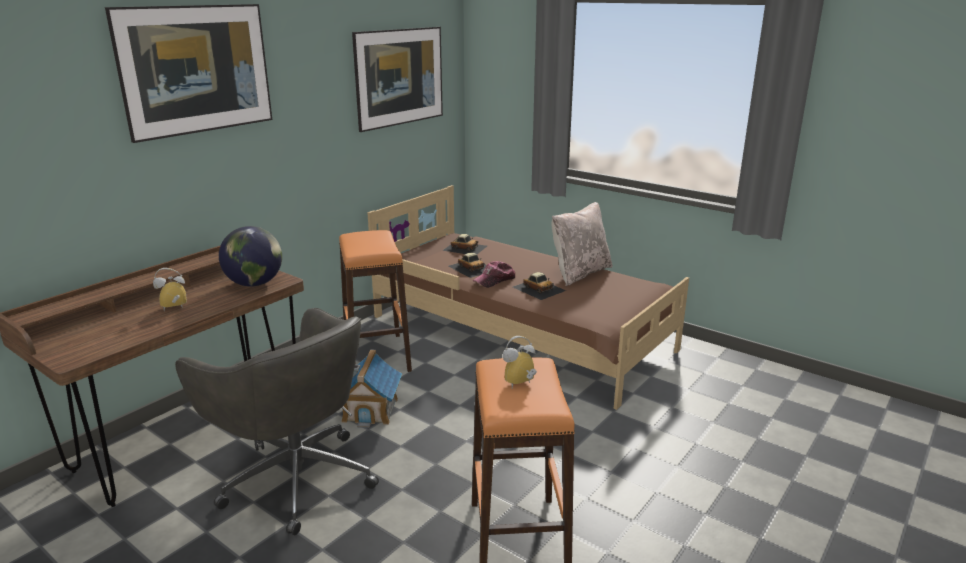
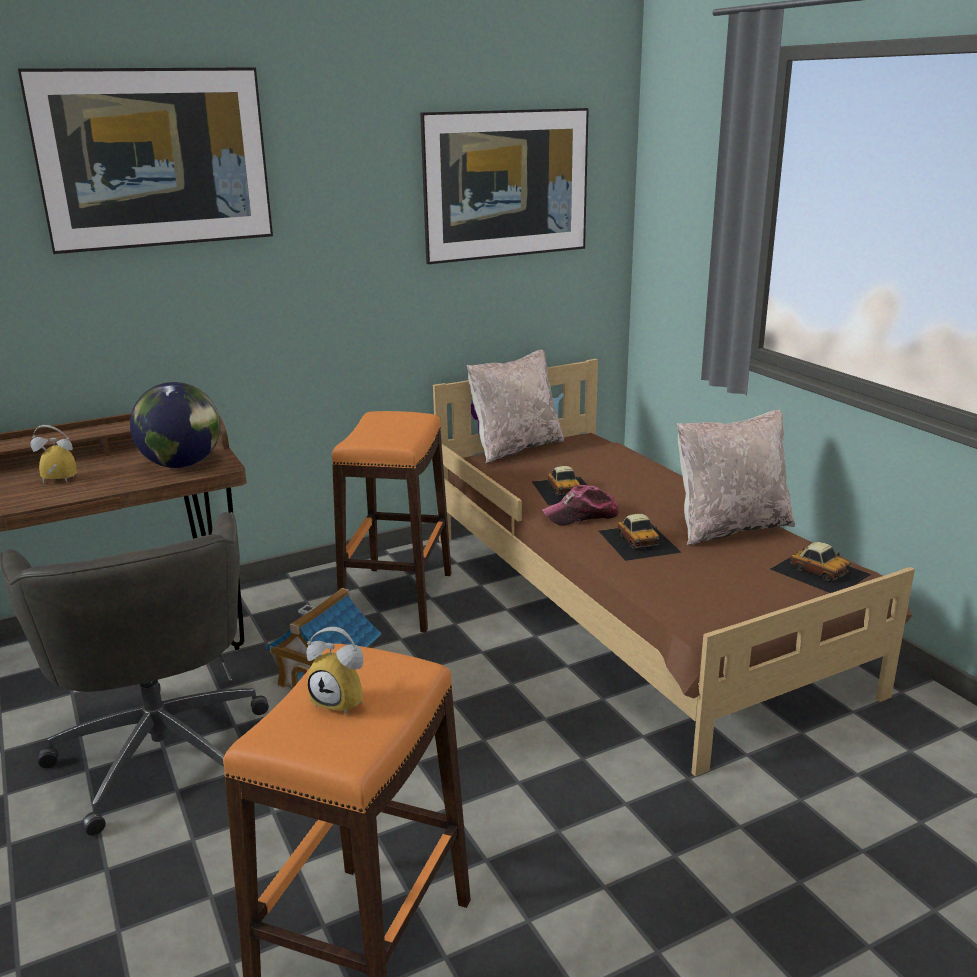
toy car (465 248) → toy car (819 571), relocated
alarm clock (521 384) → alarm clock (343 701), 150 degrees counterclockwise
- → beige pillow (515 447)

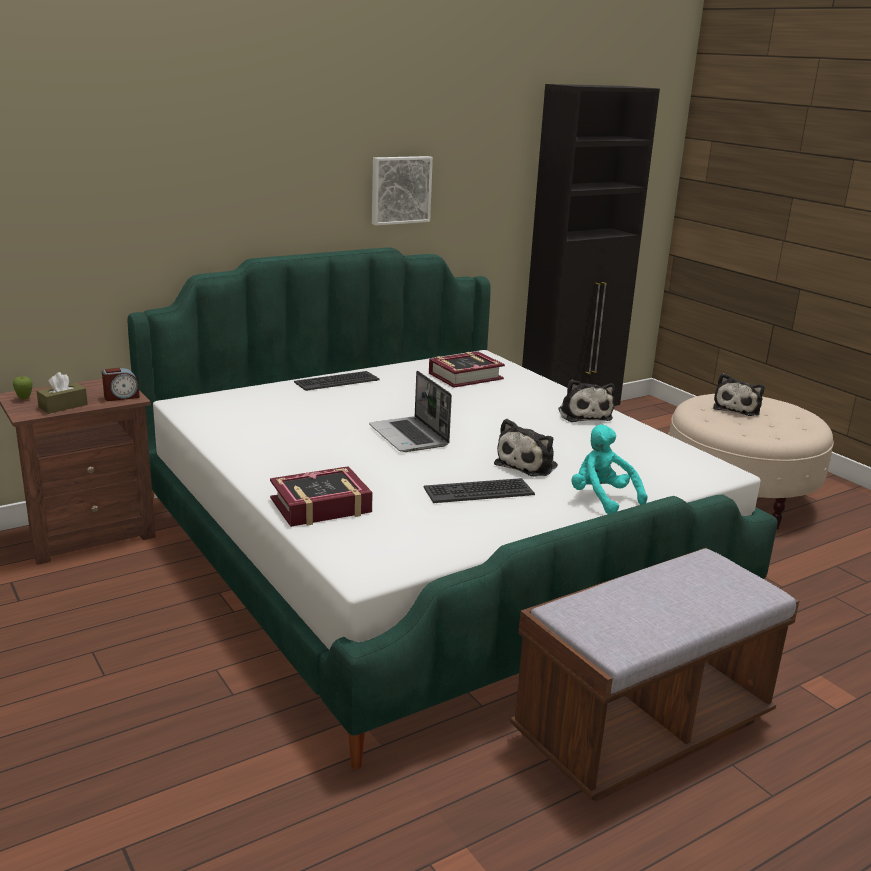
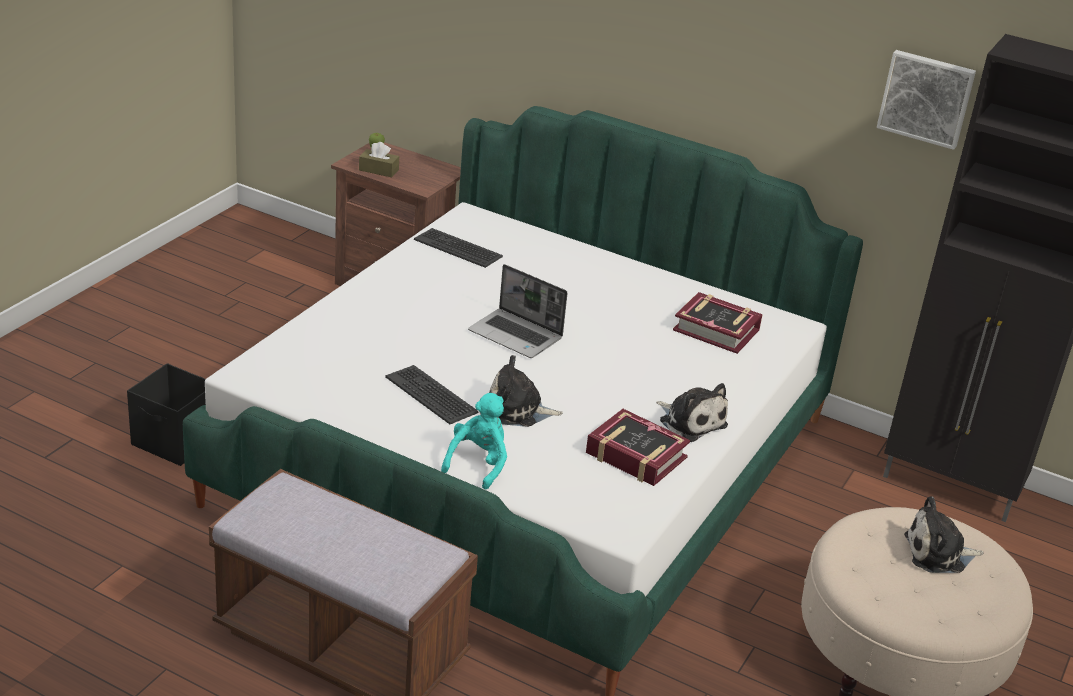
alarm clock (121 396) → -
book (321 506) → book (635 456), relocated
keyboard (336 381) → keyboard (458 248), relocated
laptop (410 436) → laptop (516 335), 90 degrees counterclockwise
picture (400 190) → picture (926 98), relocated
plush toy (584 414) → plush toy (690 422), 90 degrees counterclockwise
- → black storage box (175 442)

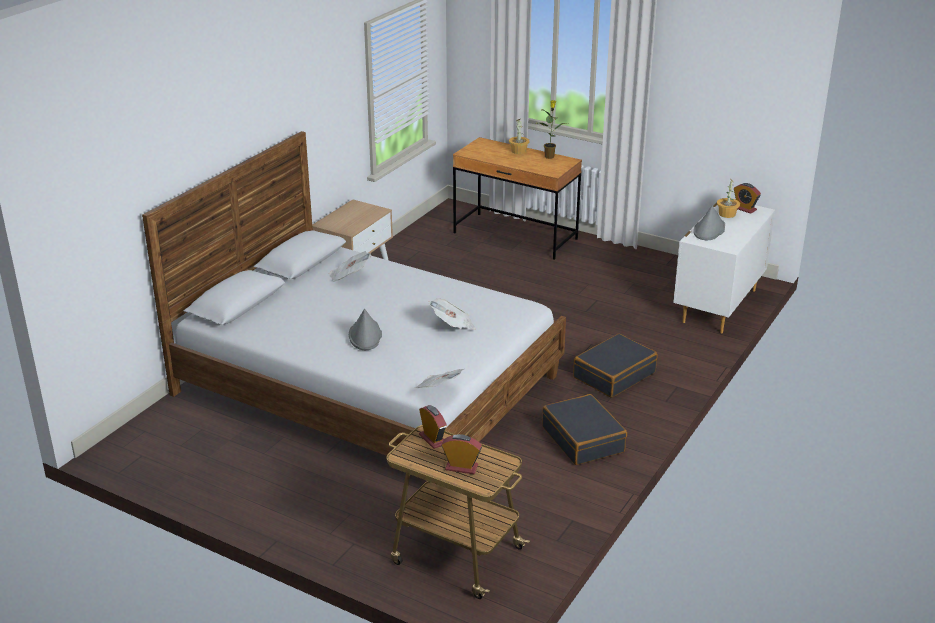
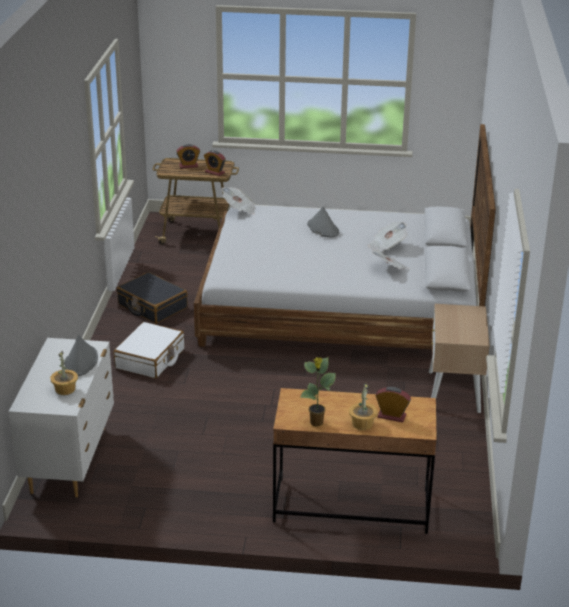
newspaper (453 325) → newspaper (387 246), relocated
black suitcase (614 375) → white suitcase (150 359)
alarm clock (744 209) → alarm clock (391 416), relocated

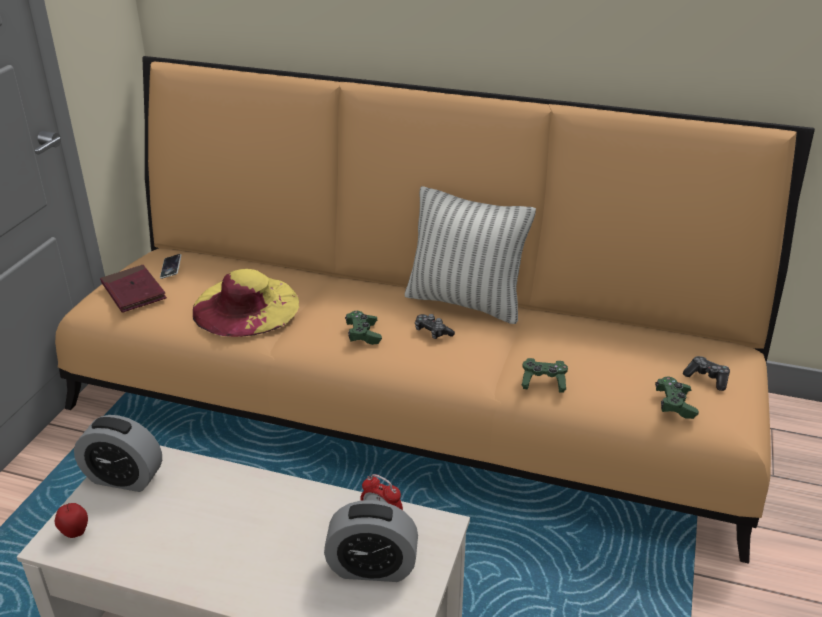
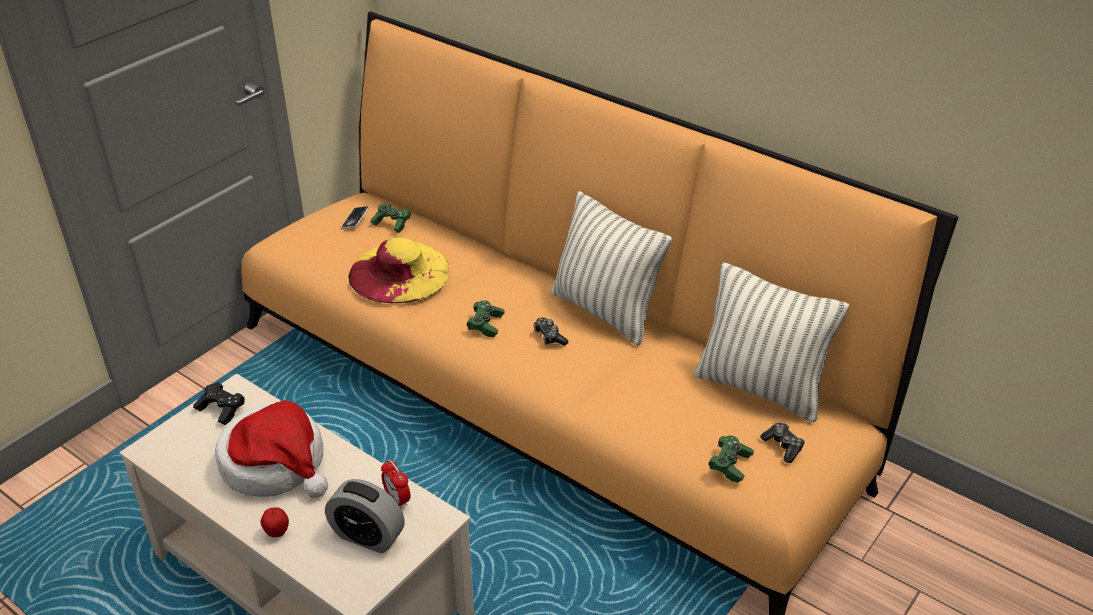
apple (75 533) → apple (277 533), relocated
alarm clock (124 478) → black game controller (221 409)
red book (133 292) → -
green game controller (543 382) → green game controller (392 223), relocated
- → hat (276 464)
- → pillow (760 388)

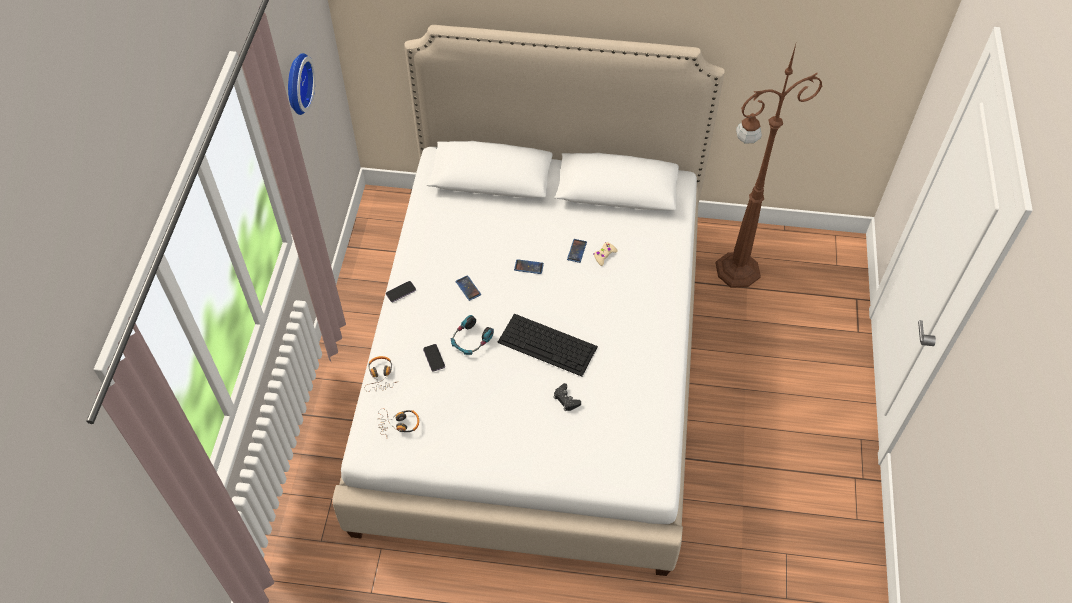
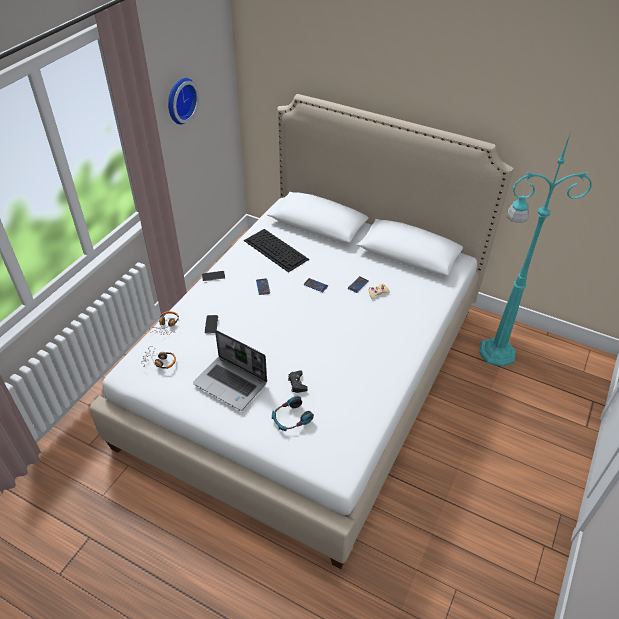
headphones (471 340) → headphones (291 418), relocated
keyboard (548 344) → keyboard (276 250), relocated
brown floor lamp (735 271) → turquoise floor lamp (495 352)
- → laptop (231 383)

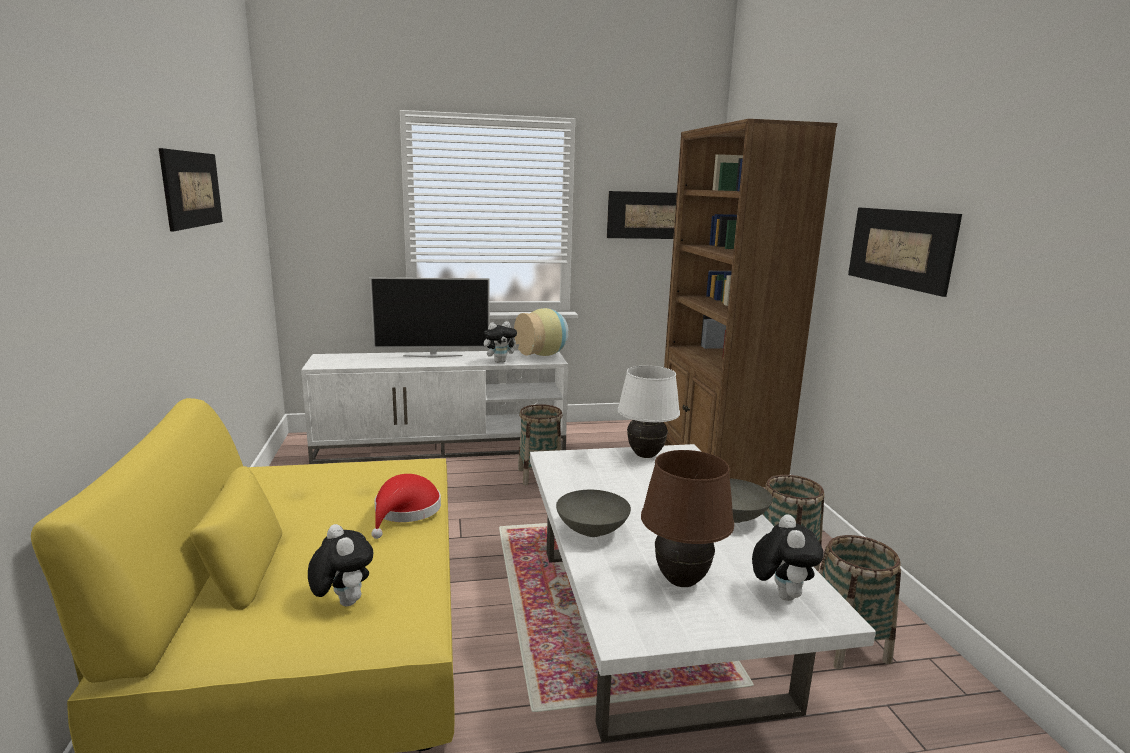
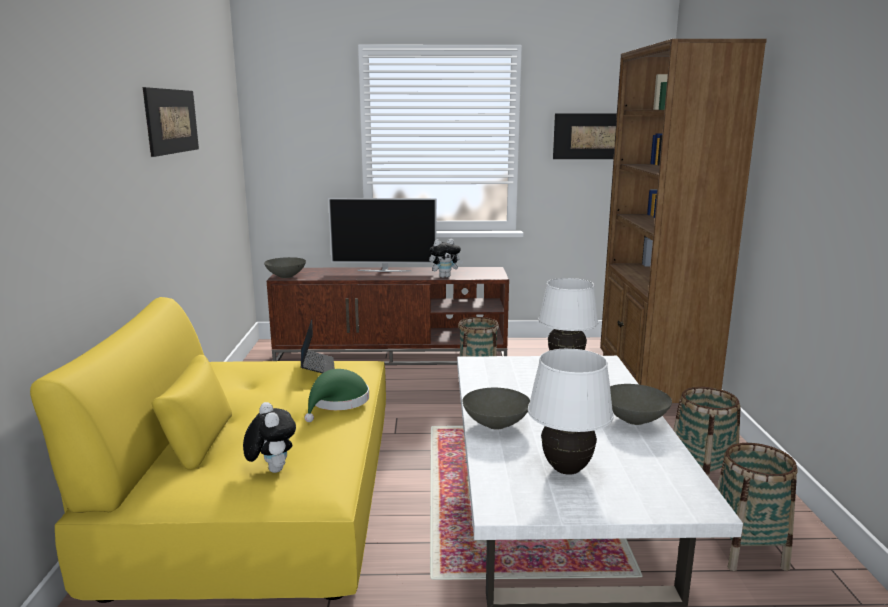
white tv stand (443 446) → brown tv stand (393 355)
red hat (405 512) → green hat (337 402)
vase (543 355) → -
brown table lamp (682 581) → white table lamp (567 470)
plush toy (780 594) → -
picture (899 248) → -
- → grey bowl (286 276)
- → laptop (317 368)

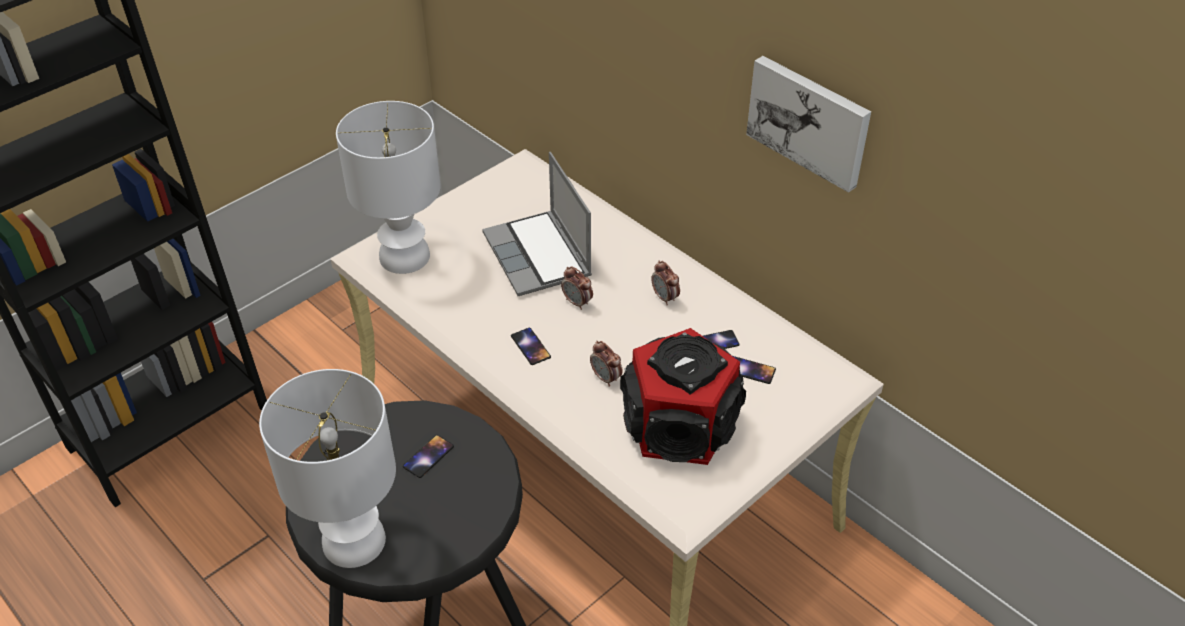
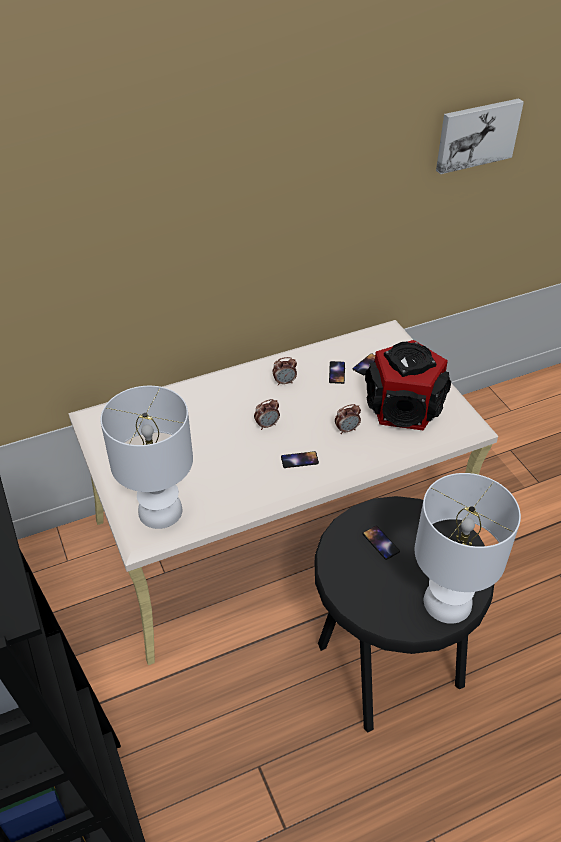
laptop (539 256) → -
picture (809 121) → picture (476 134), relocated

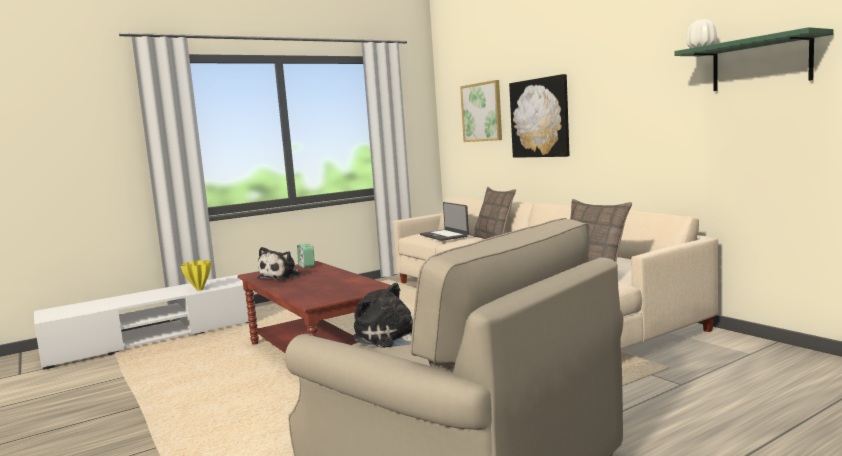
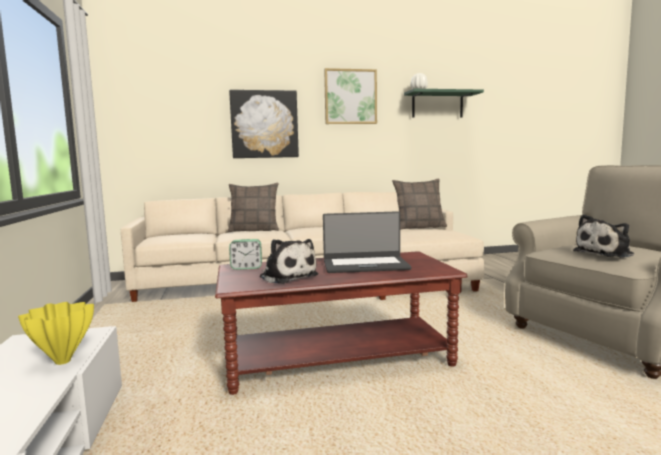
laptop (444 235) → laptop (365 265), relocated
picture (482 112) → picture (350 97), relocated

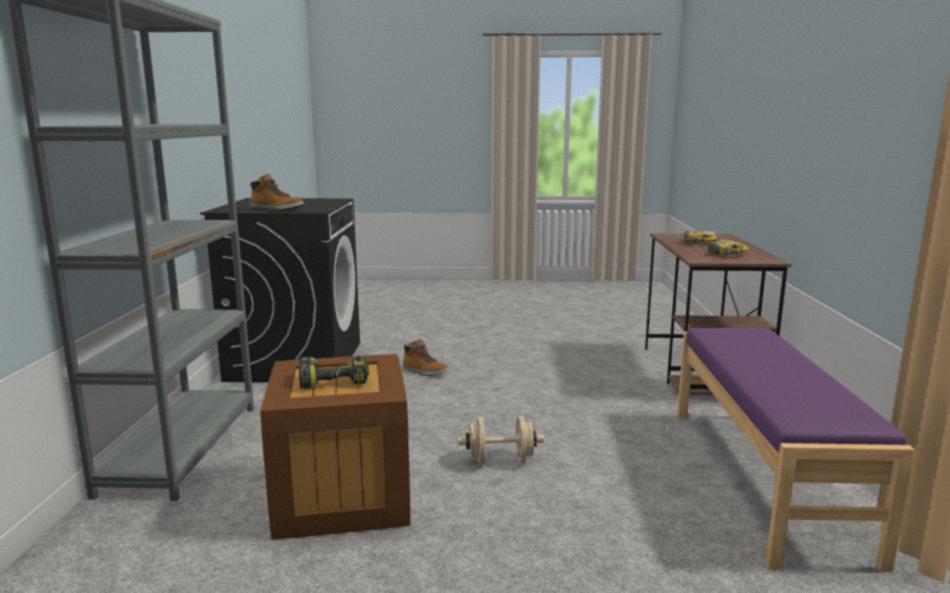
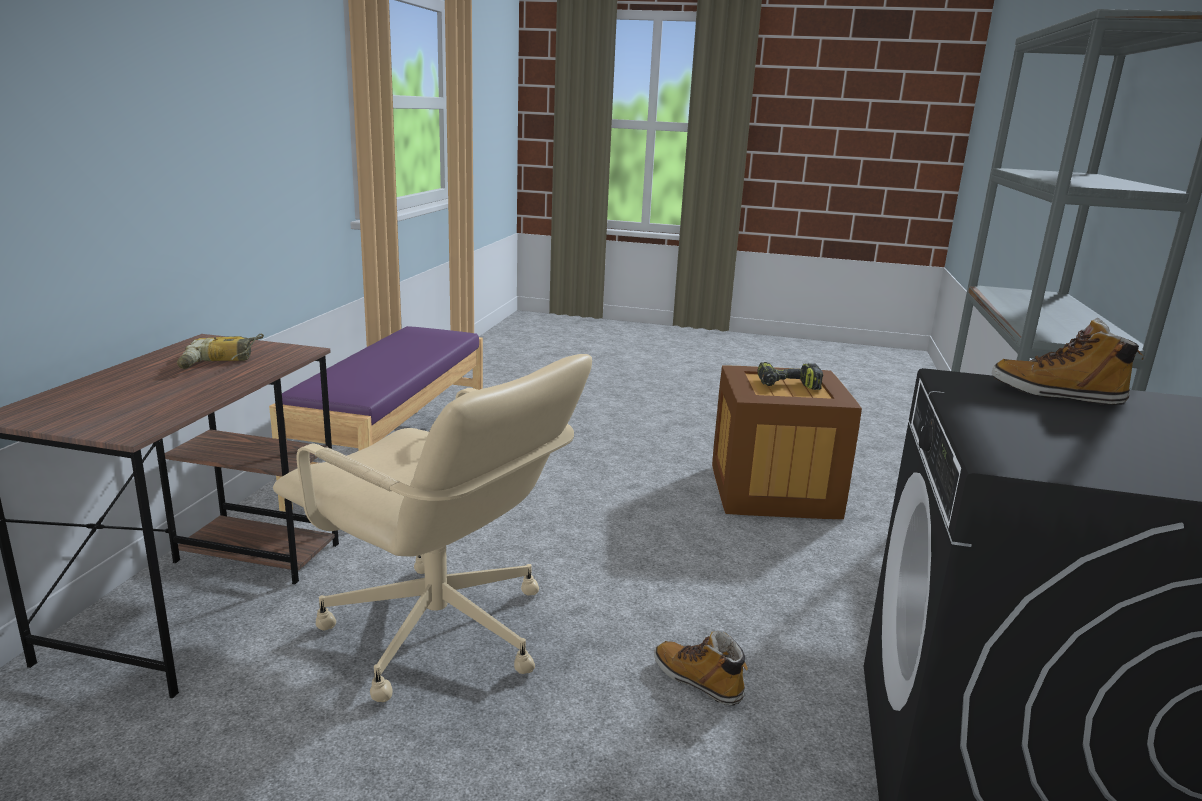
beige dumbbell (500 460) → -
power drill (697 242) → -
- → beige office chair (438 632)

